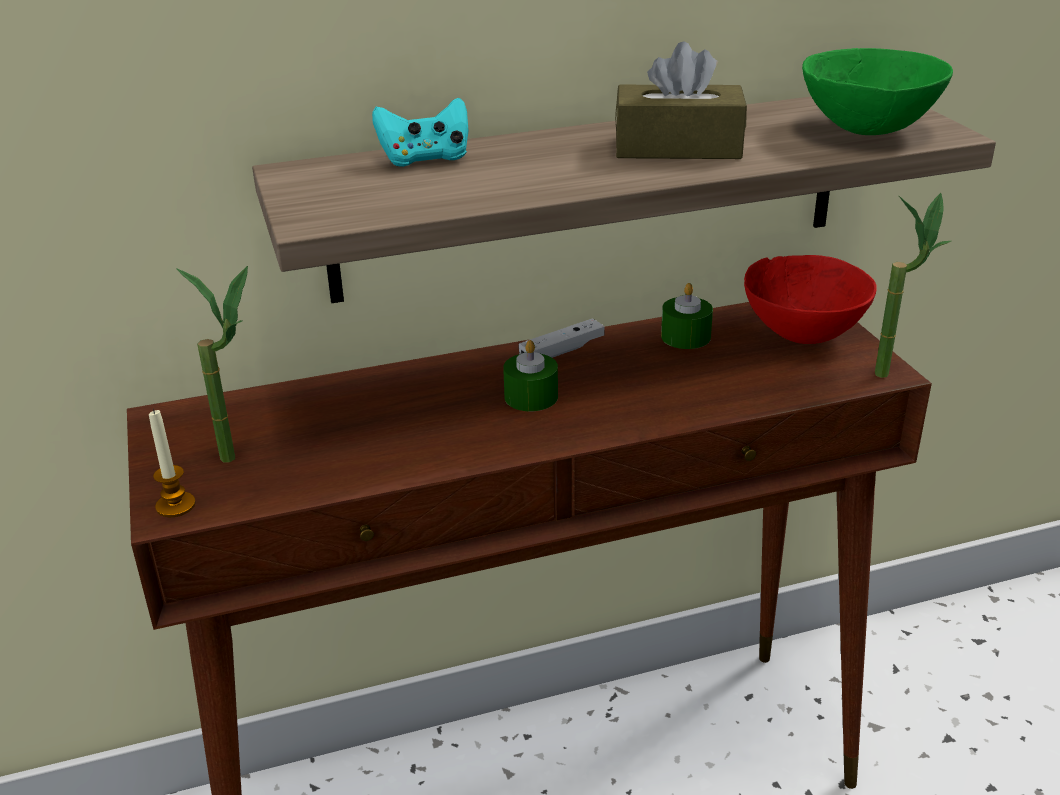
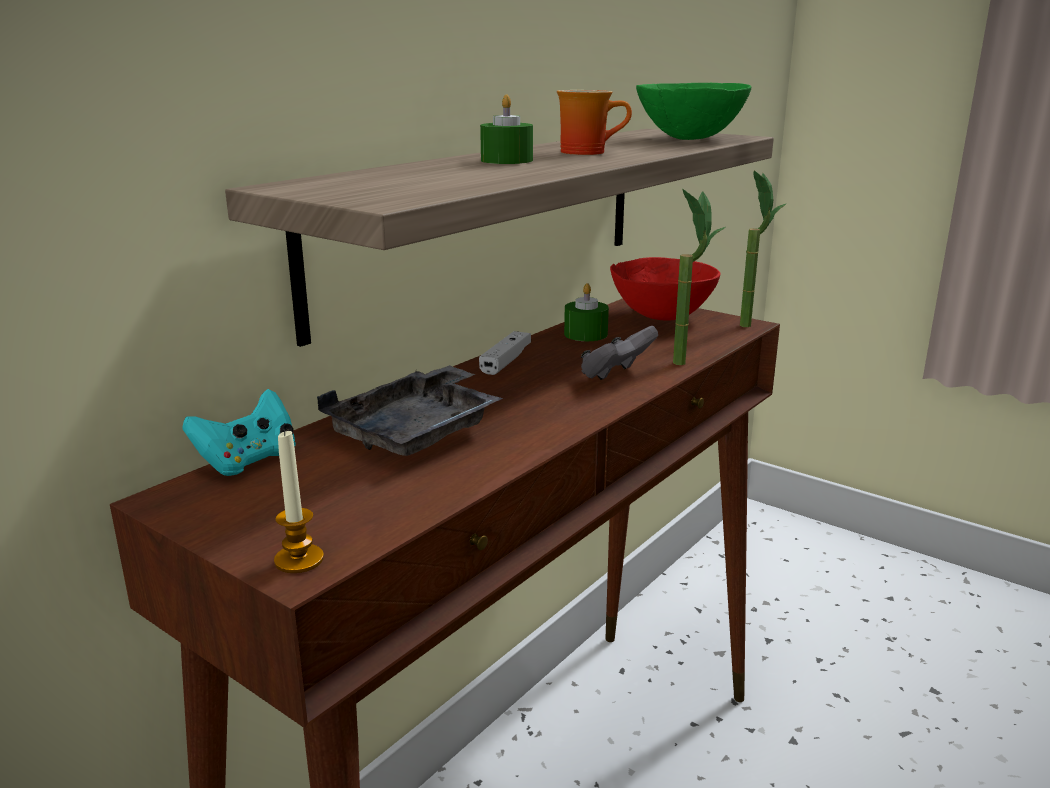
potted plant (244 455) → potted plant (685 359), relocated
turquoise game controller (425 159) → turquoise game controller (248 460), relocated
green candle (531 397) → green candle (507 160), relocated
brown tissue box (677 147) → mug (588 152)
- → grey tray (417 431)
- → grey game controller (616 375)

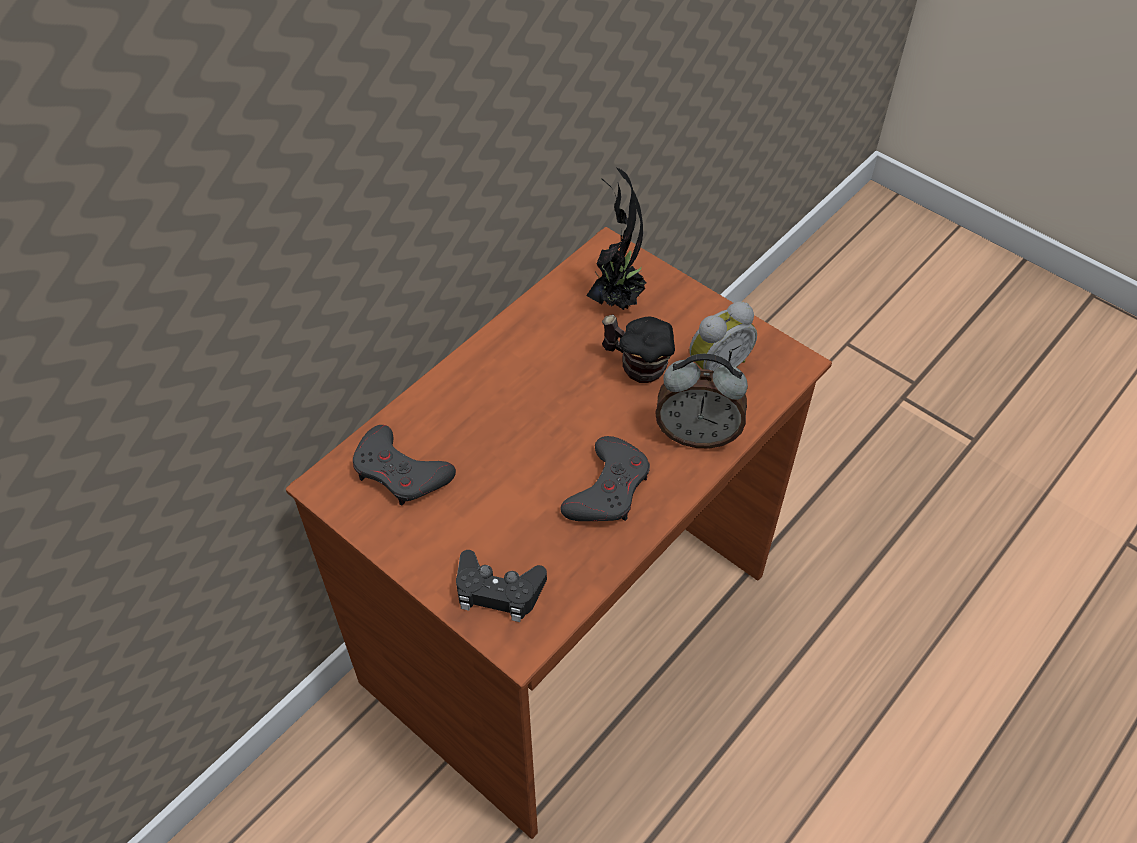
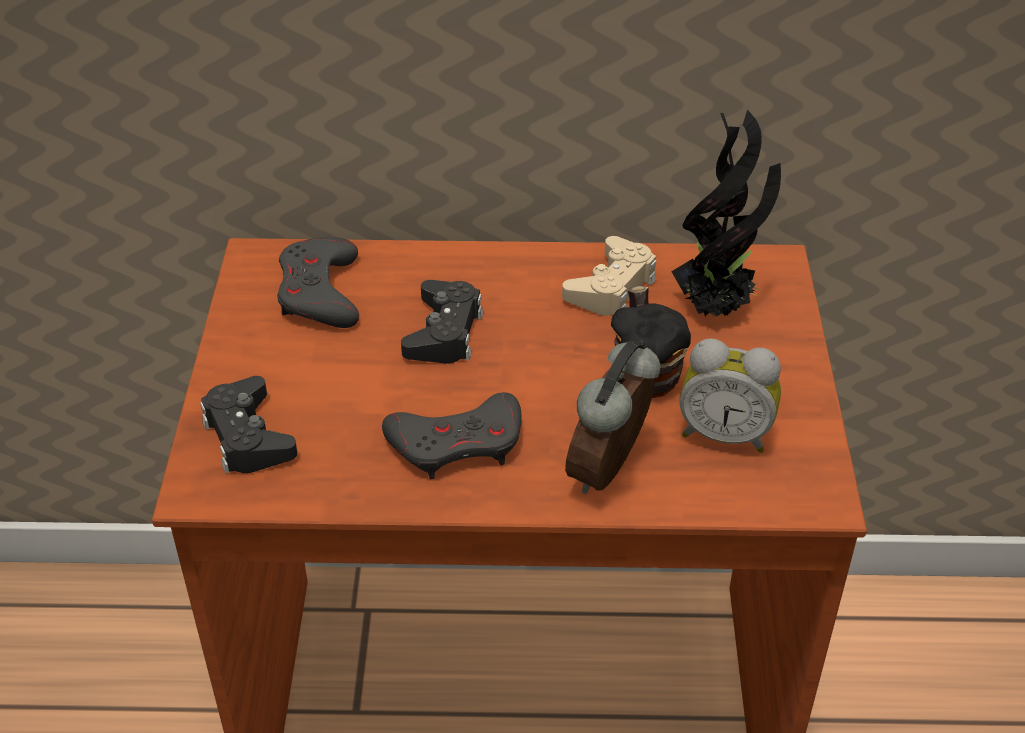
alarm clock (697 434) → alarm clock (611 471), 60 degrees clockwise
- → black game controller (444 332)
- → beige game controller (612 287)

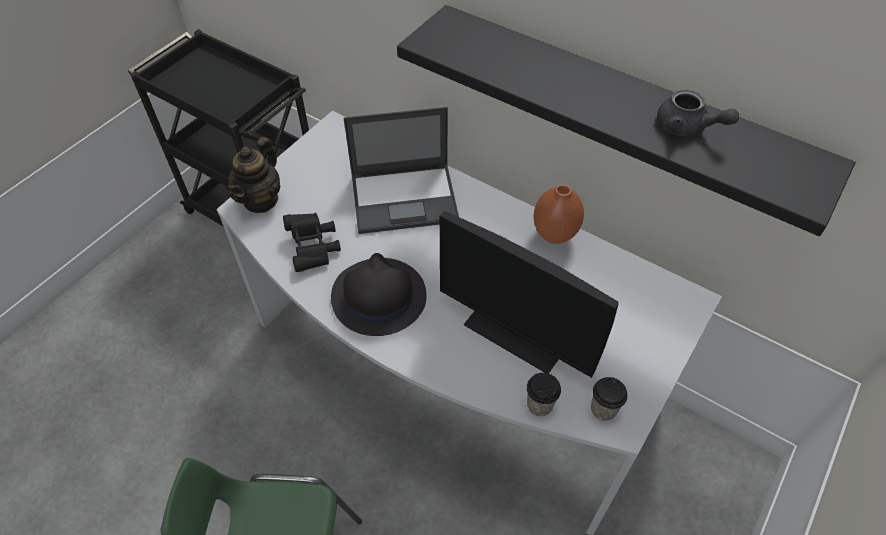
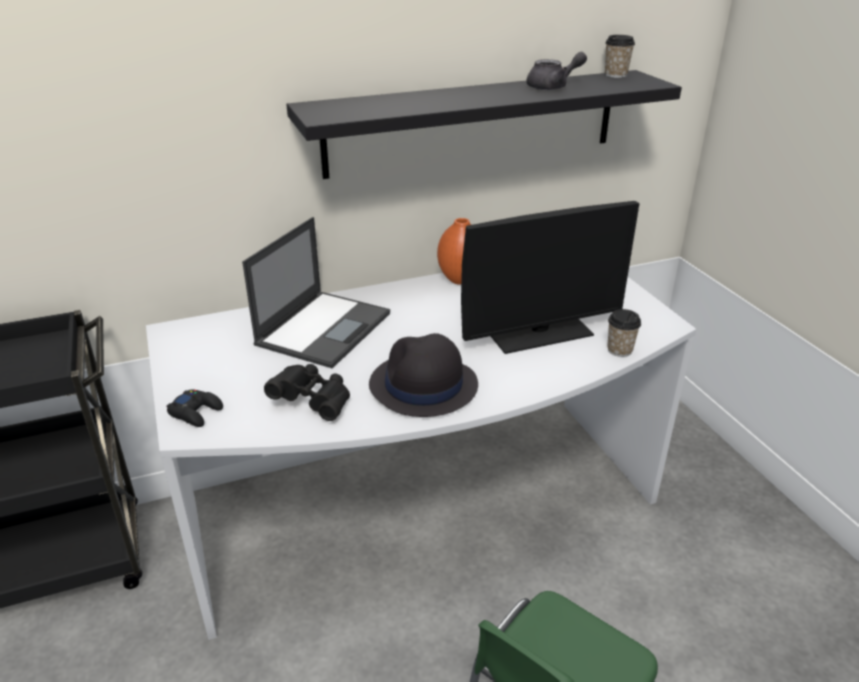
teapot (261 200) → black game controller (196 412)
cup (603 409) → cup (615 75), relocated

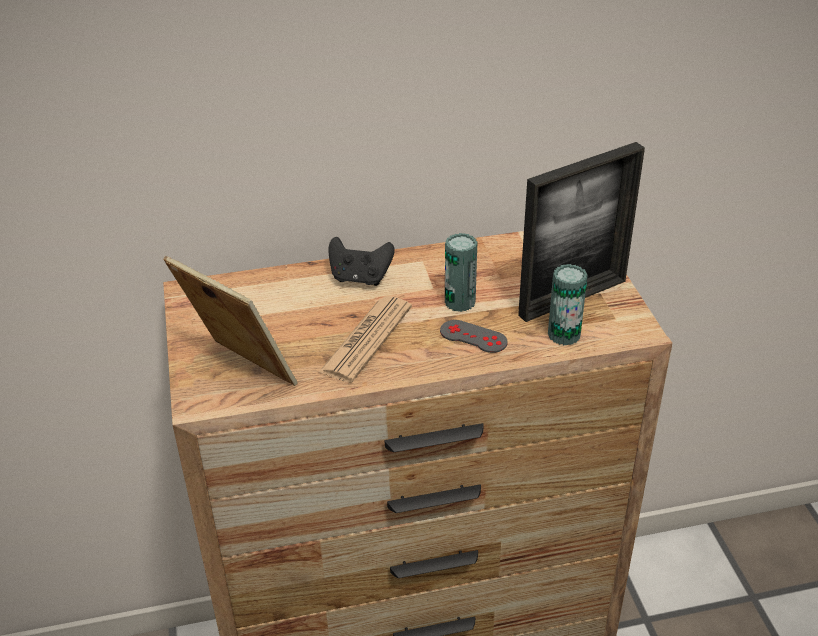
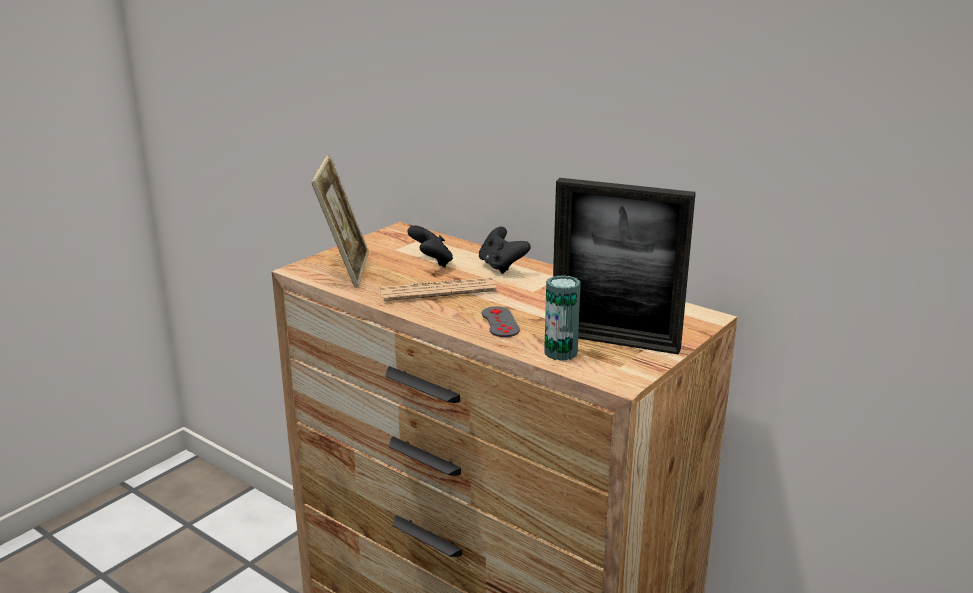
can (460 302) → -
- → black game controller (431 262)

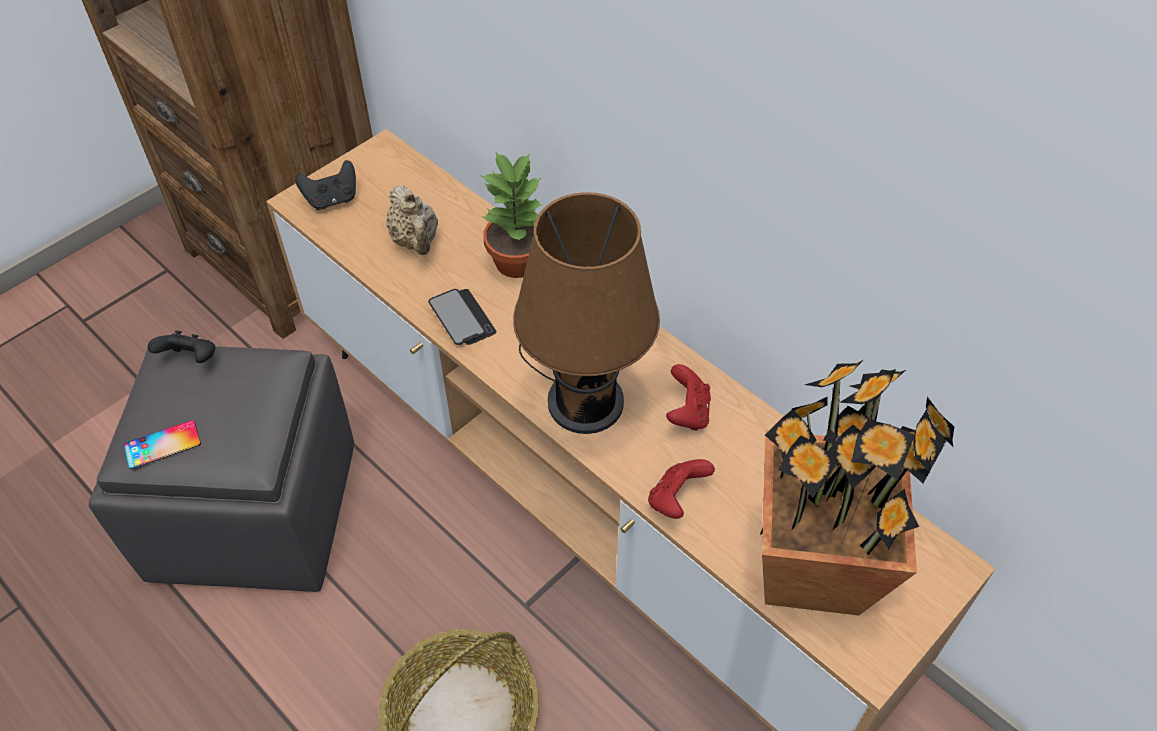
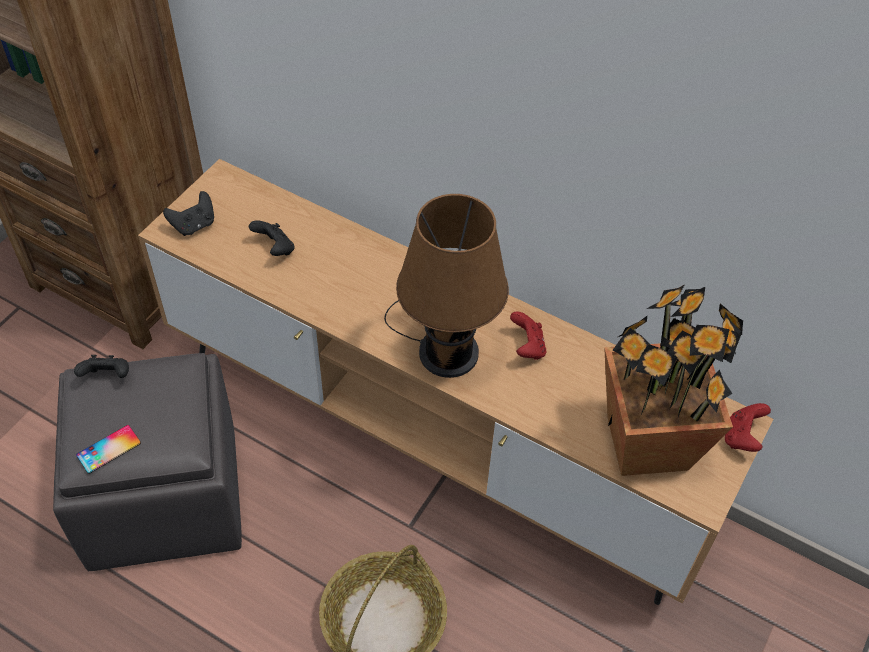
beige teapot (416 241) → black game controller (275 249)
phone (462 318) → -
potted plant (518 260) → -
red game controller (676 499) → red game controller (742 437), relocated

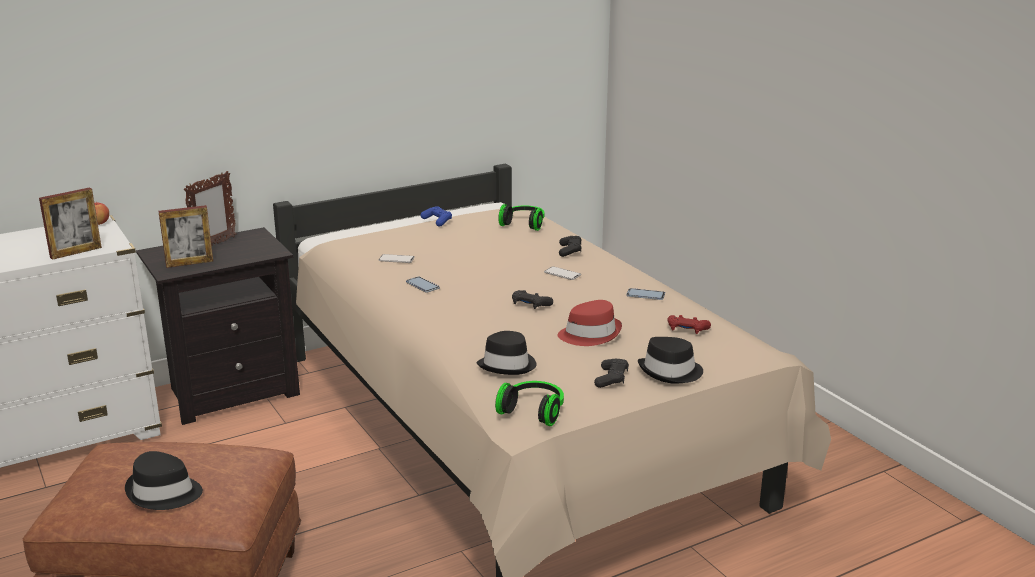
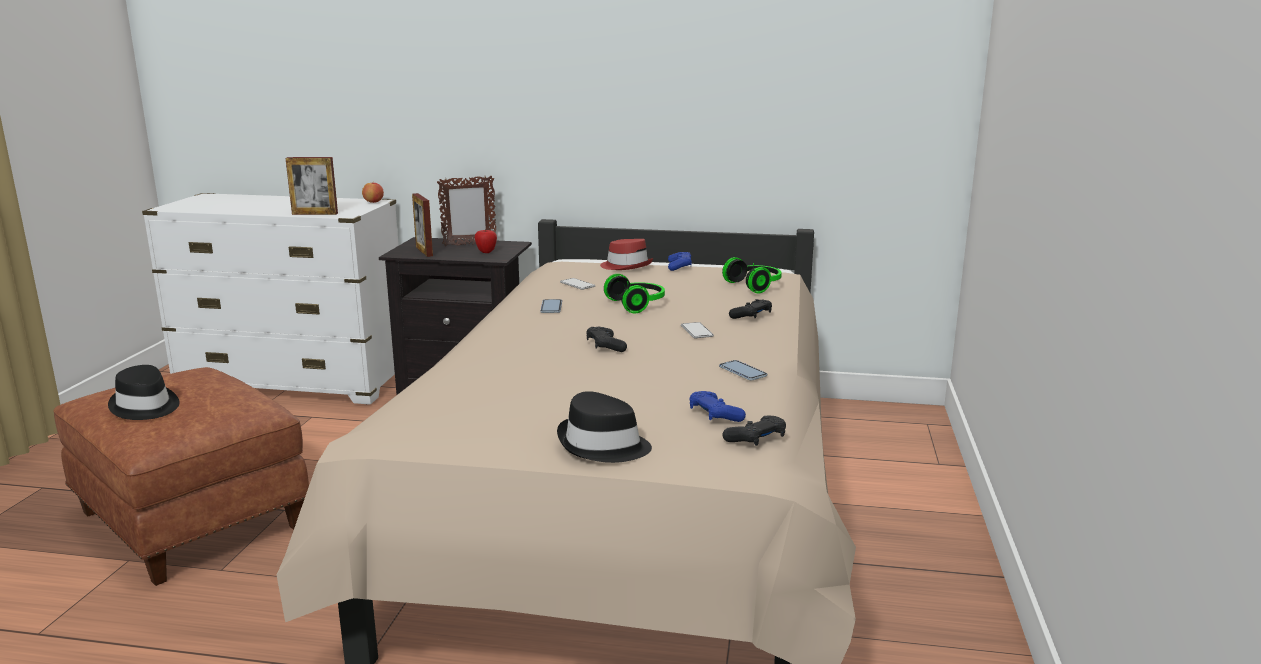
picture frame (189 263) → picture frame (424 251), 45 degrees clockwise
black hat (508 365) → -
headphones (534 411) → headphones (637 305), relocated
red hat (590 334) → red hat (626 266), relocated
black game controller (611 379) → black game controller (756 439), relocated
red game controller (687 330) → blue game controller (714 415)
- → apple (486 252)

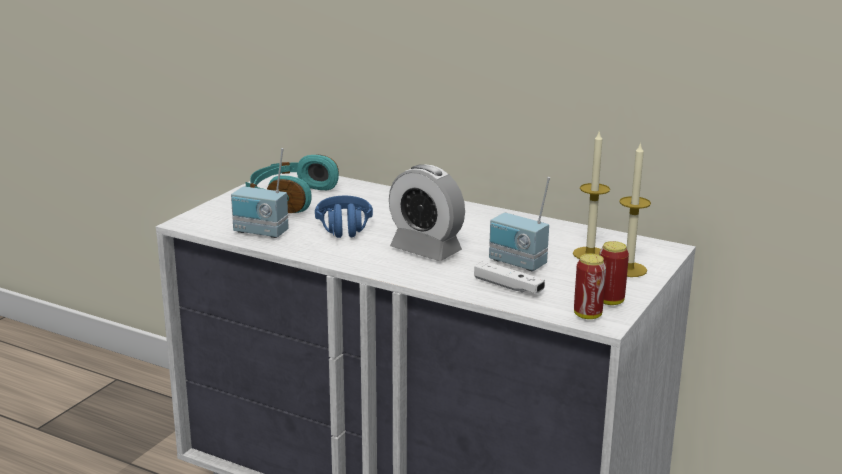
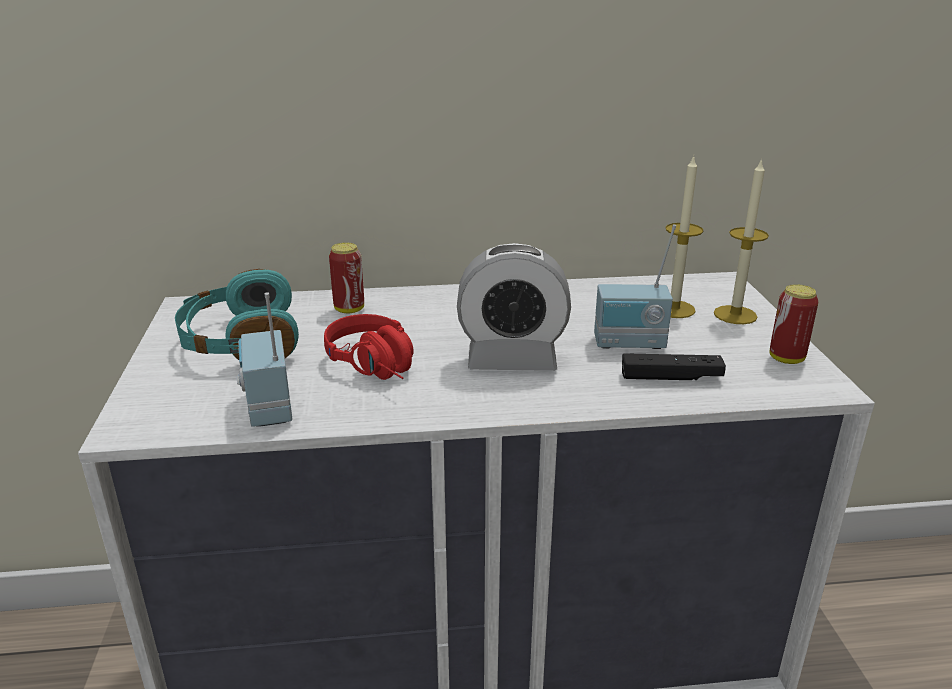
radio (260 233) → radio (267 407), 90 degrees clockwise
blue headphones (344 231) → red headphones (379 367)
white game controller (508 286) → black game controller (671 377)
can (587 315) → can (349 309), relocated

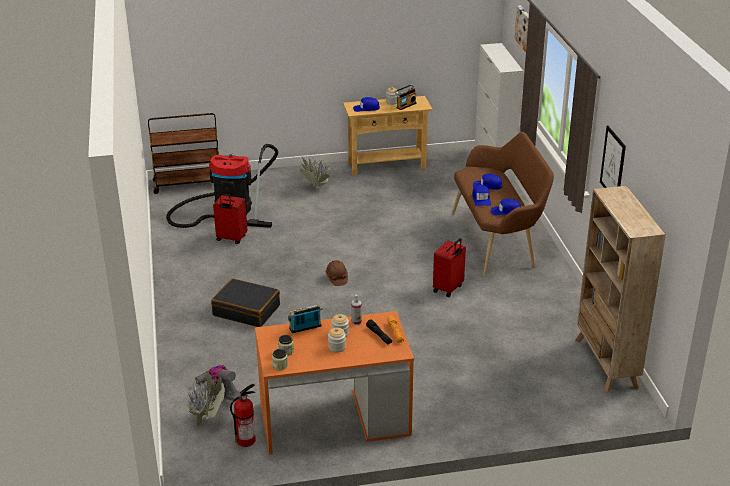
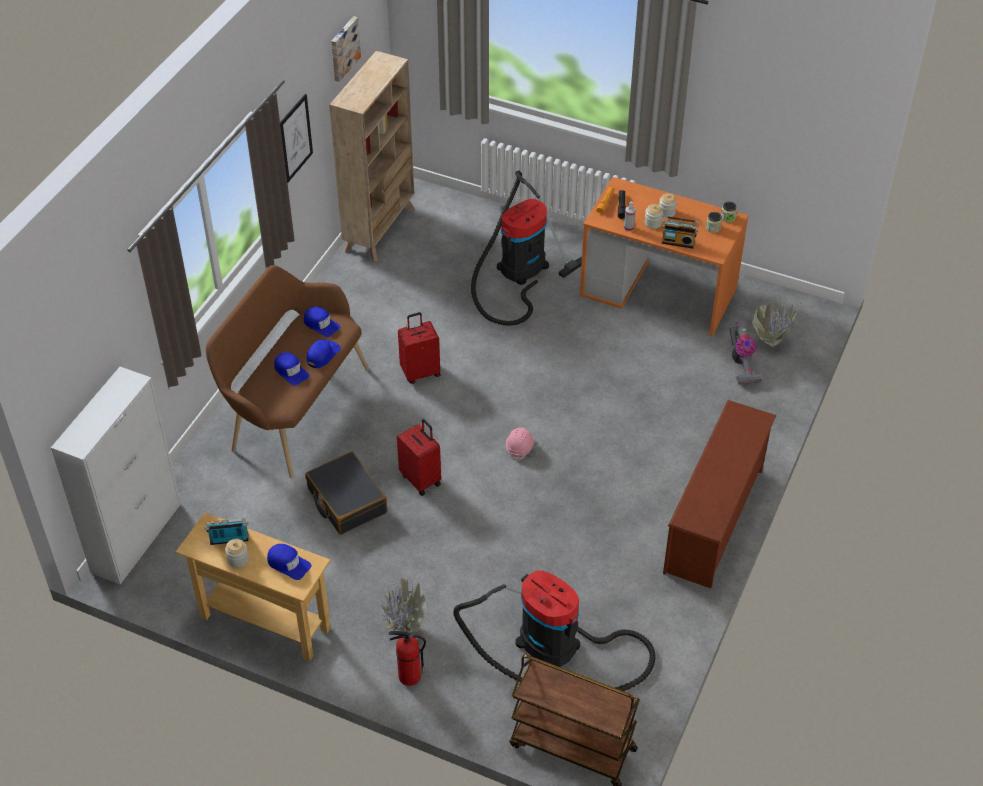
black suitcase (246 310) → black suitcase (346 501), relocated
red suitcase (231 239) → red suitcase (421 479), relocated
fire extinguisher (246 440) → fire extinguisher (408 676), relocated
brown hard hat (336 278) → pink hard hat (520 447)
picture (524 28) → picture (343 48), relocated
- → vacuum cleaner (519 271)
- → brown shoe rack (715 521)

